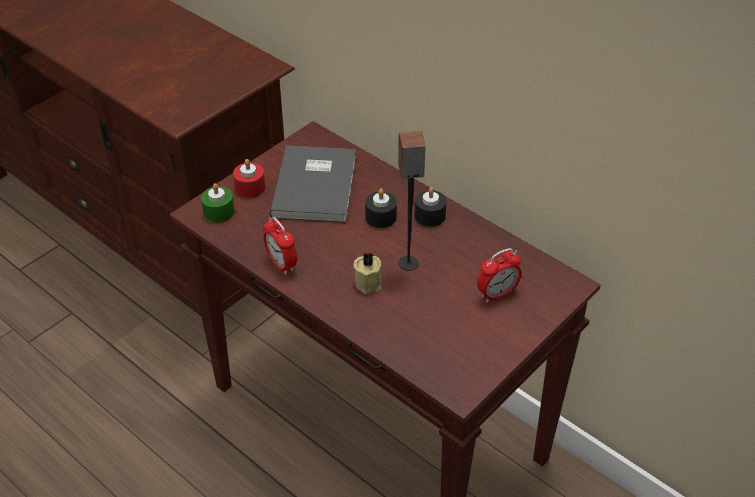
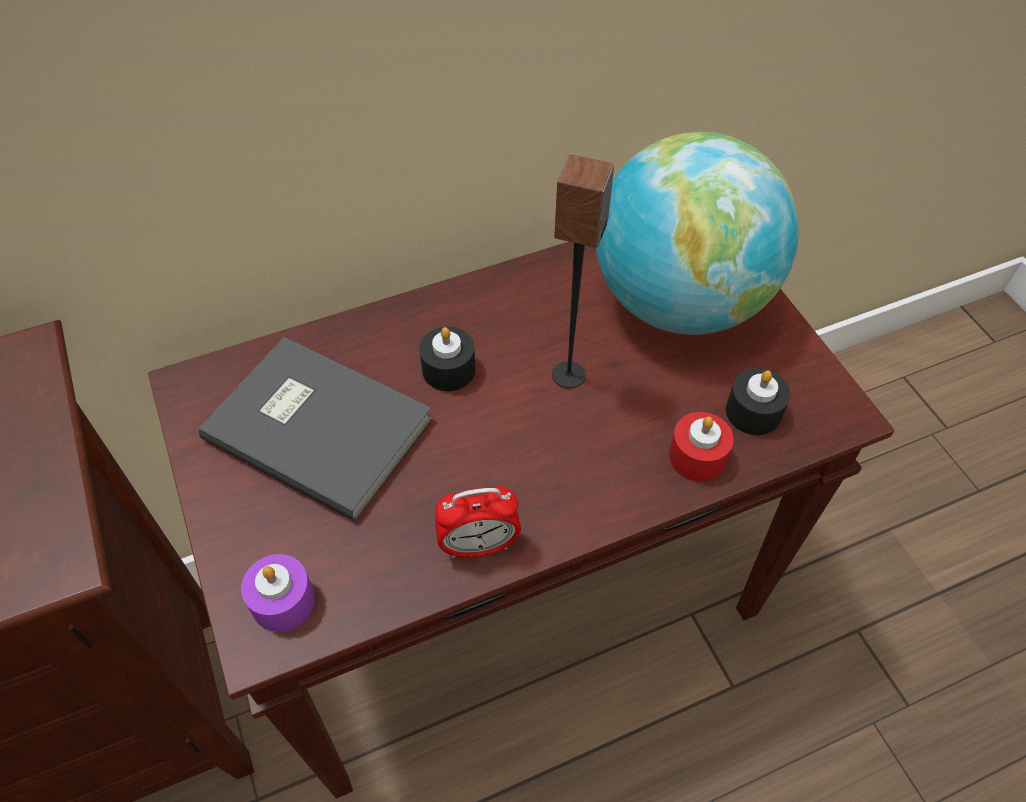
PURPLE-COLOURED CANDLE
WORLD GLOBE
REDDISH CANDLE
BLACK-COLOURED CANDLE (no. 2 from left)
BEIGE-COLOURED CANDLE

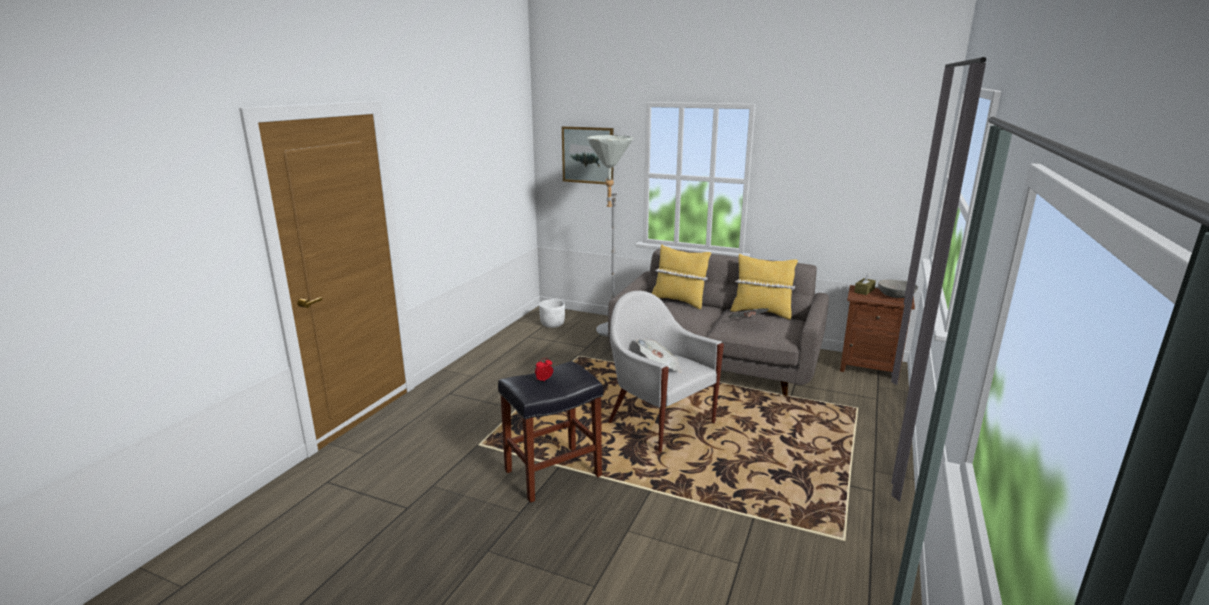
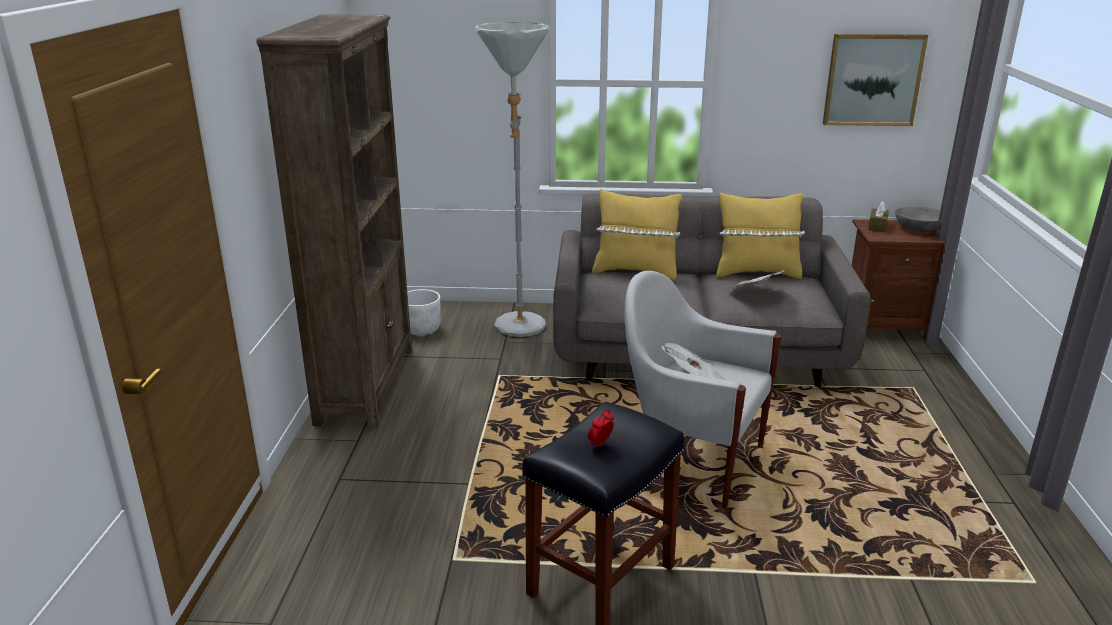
BROWN-COLOURED BOOKSHELF
WALL PICTURE

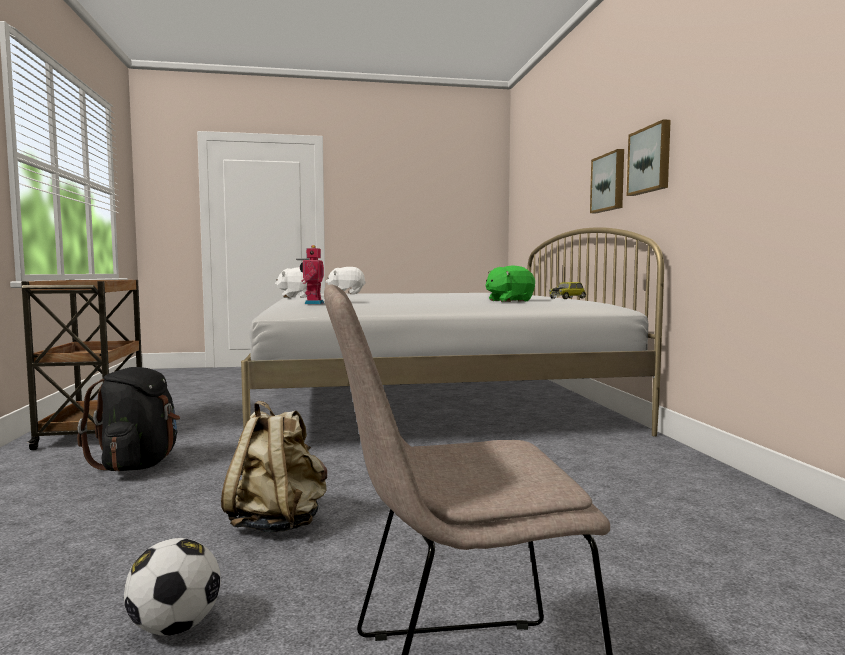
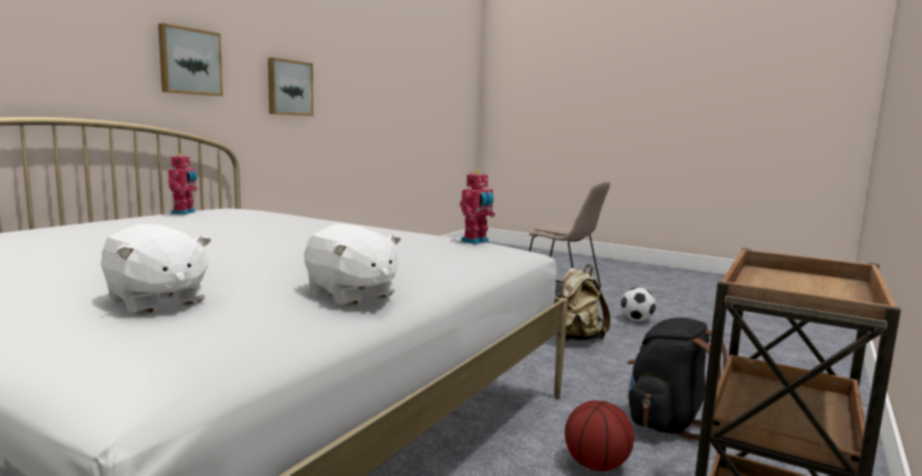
MODEL ROBOT (no. 1 from left)
WALL PICTURE (no. 2 from left)
BASKETBALL BALL
GREEN SOFT TOY

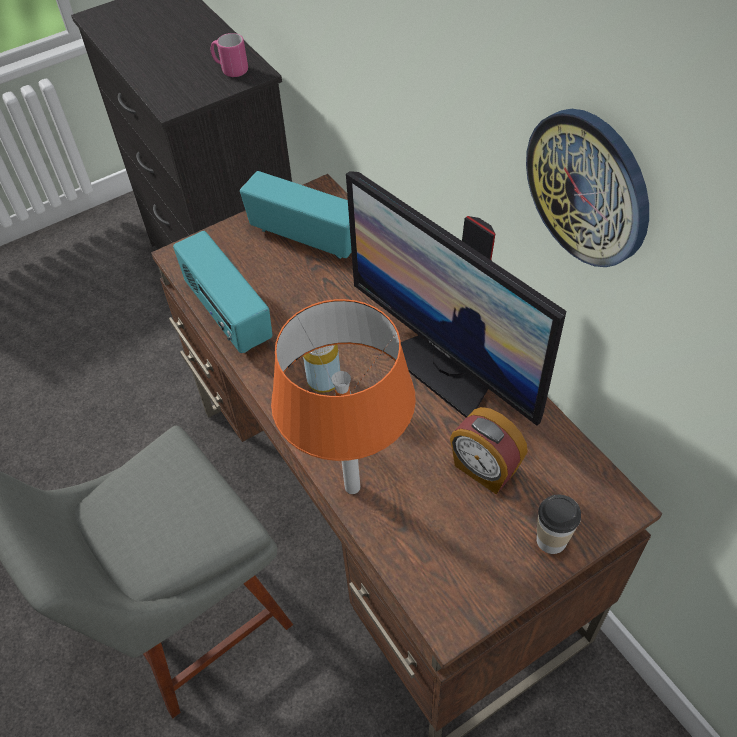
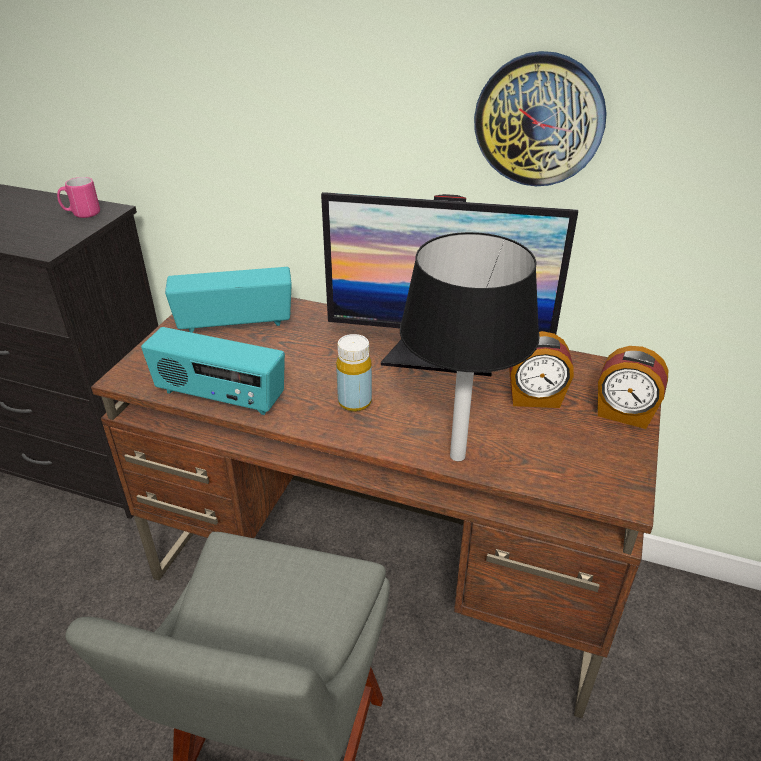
BLACK-COLOURED LAMP FOR A TABLE
TABLE CLOCK (no. 2 from left)

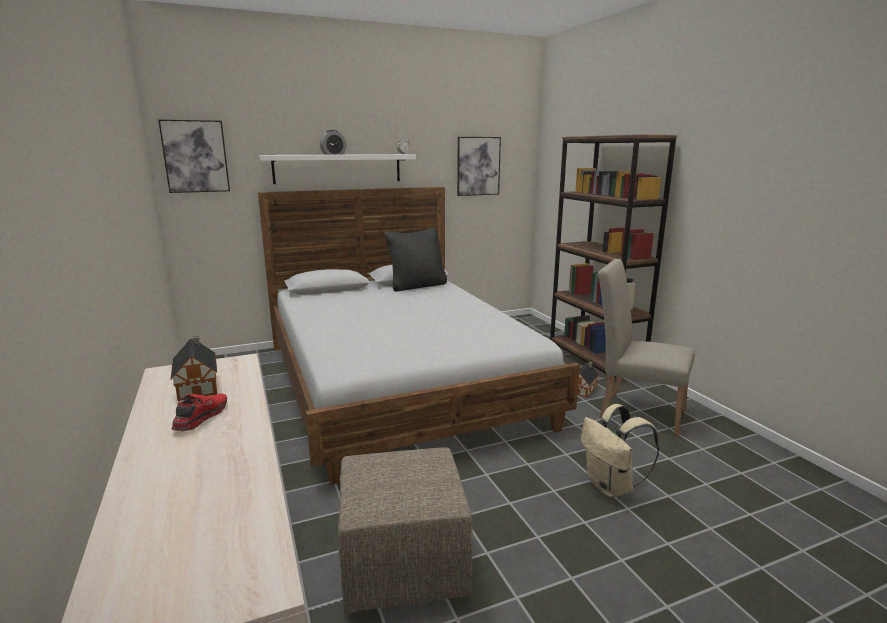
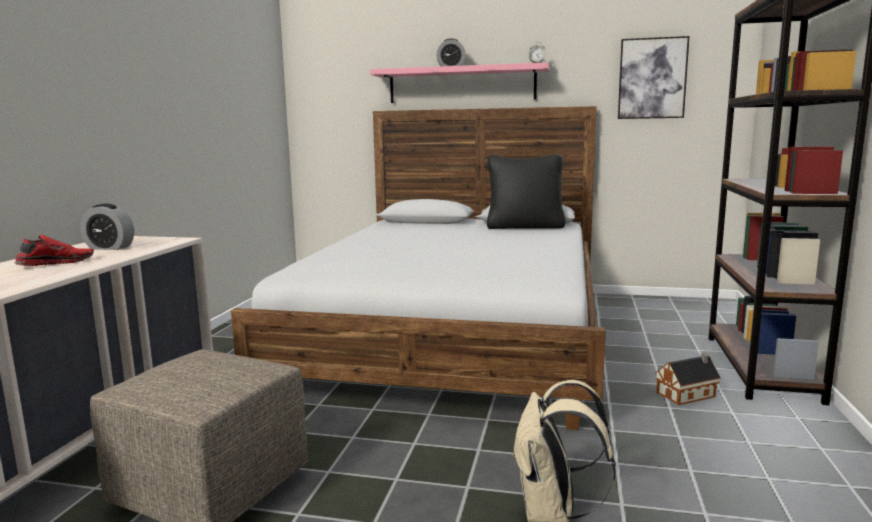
TABLE CLOCK (no. 1 from left)
PINK-COLOURED BRACKET SHELF
WALL PICTURE (no. 1 from left in the first image)
BEIGE-COLOURED UPRIGHT CHAIR

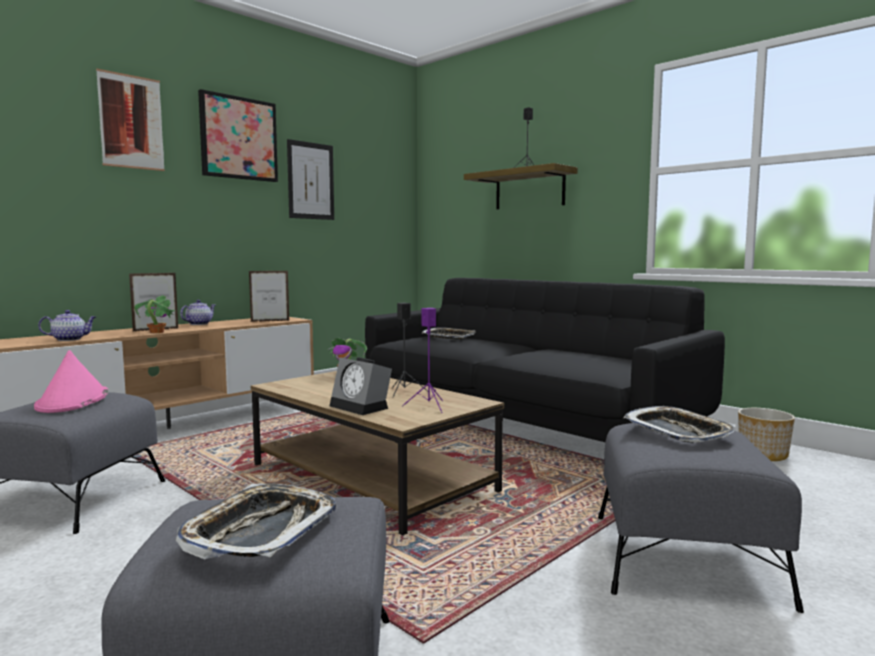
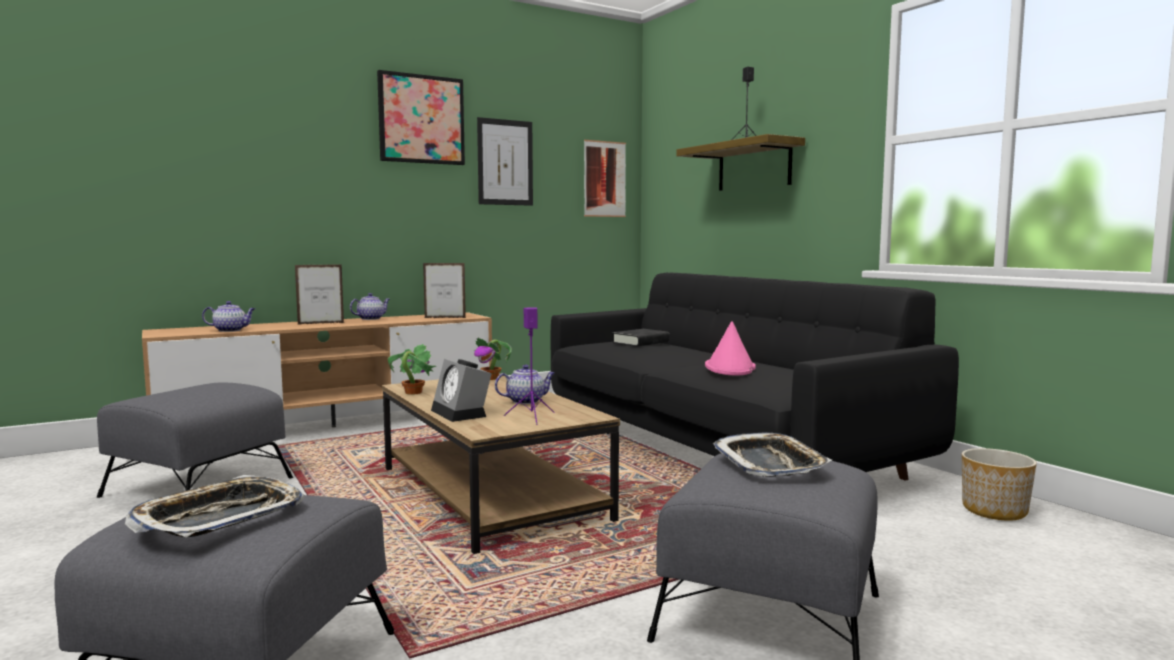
PLANT IN A POT (no. 1 from left)
POT FOR TEA (no. 3 from left)
WALL PICTURE (no. 3 from left)
BLACK-COLOURED BOOK
PINK-COLOURED HAT

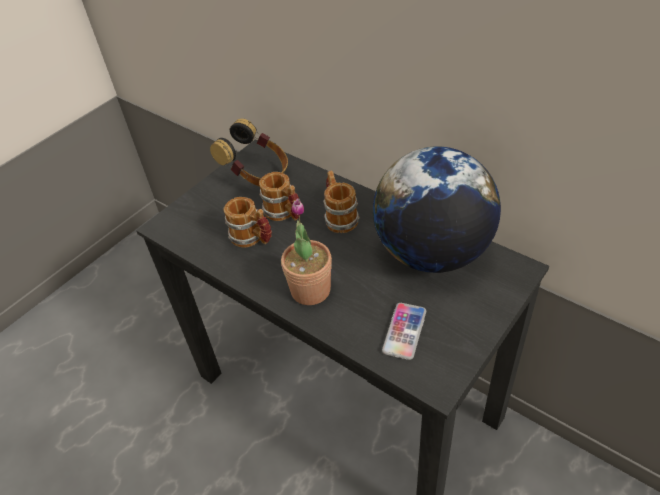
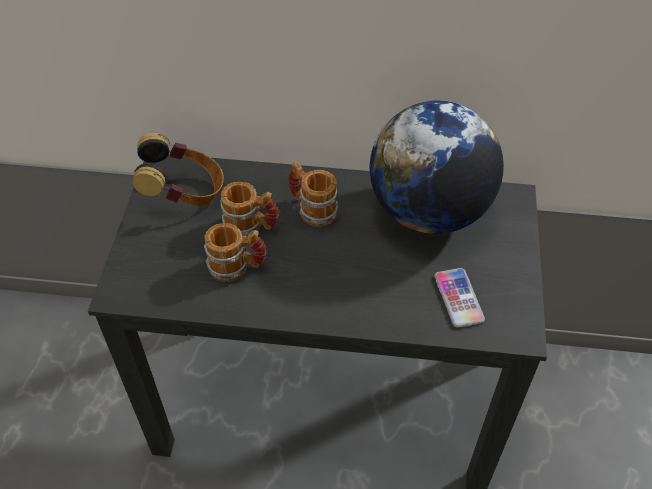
PLANT IN A POT

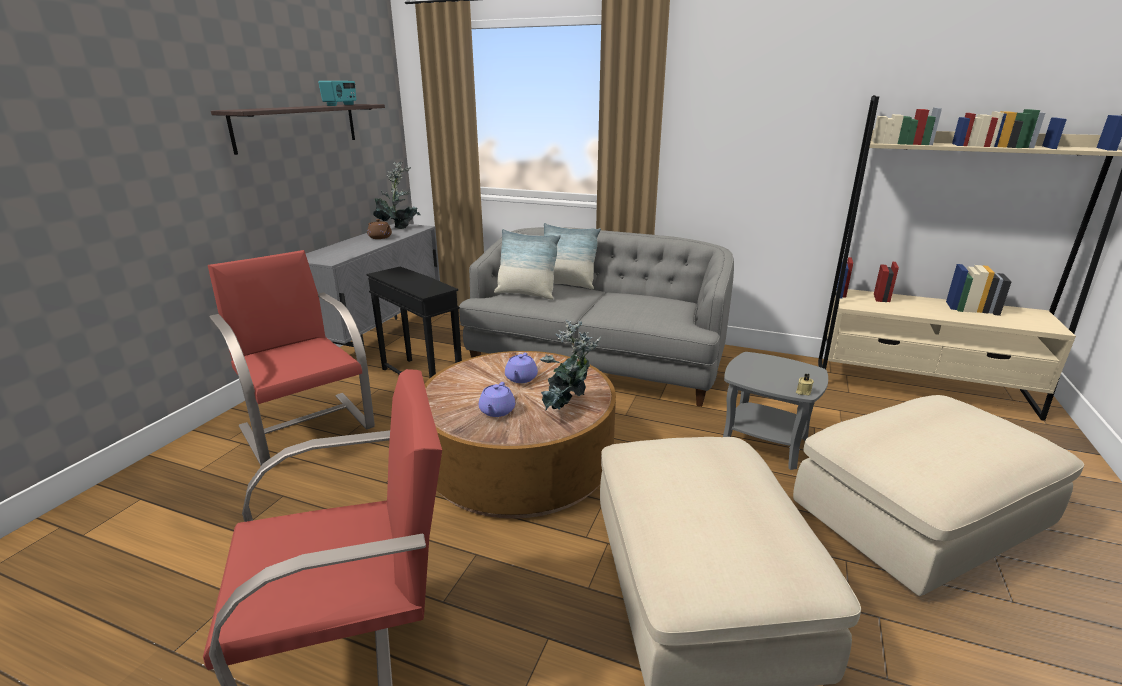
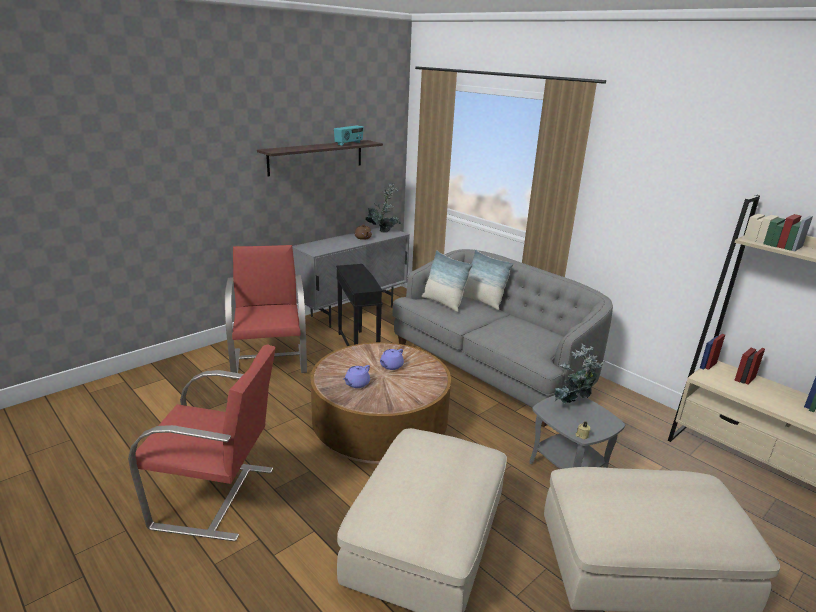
PLANT IN A POT (no. 2 from left)

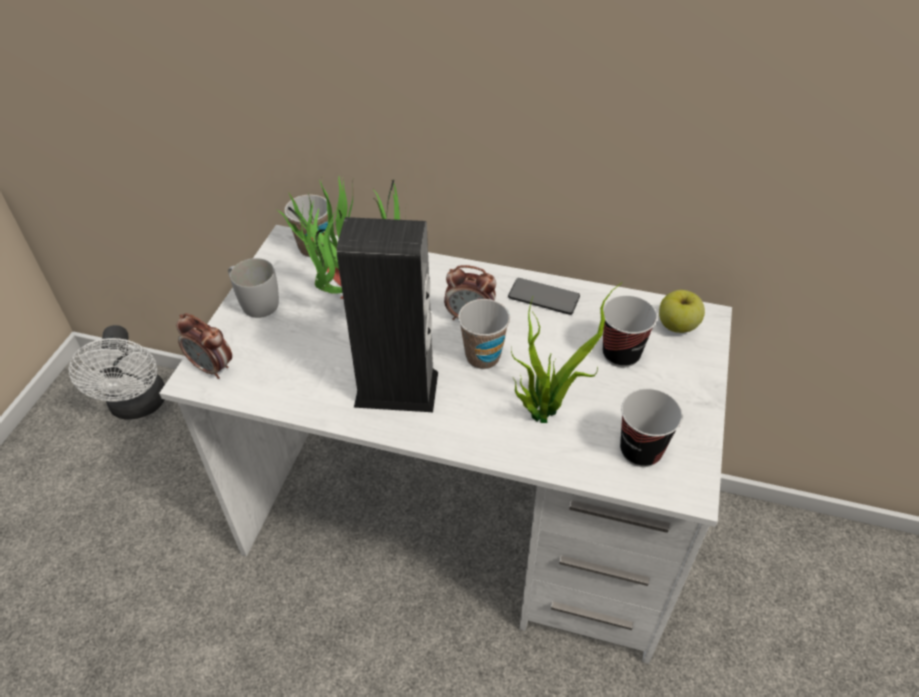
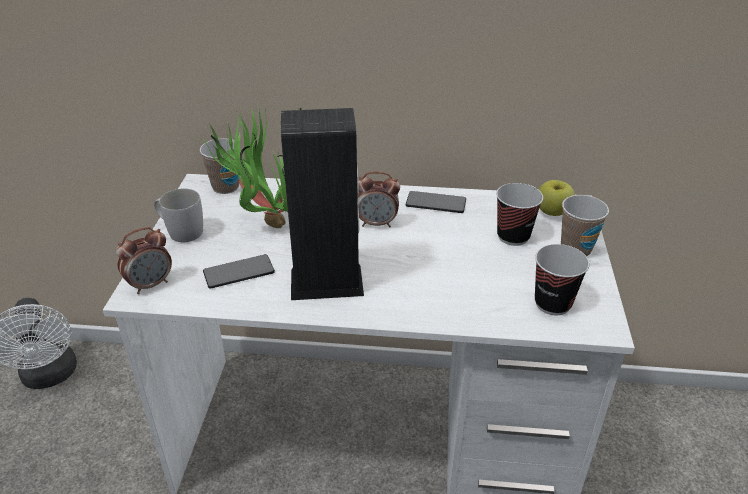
TABLE CLOCK (no. 1 from left)
HANDSET (no. 1 from left)
CUP (no. 4 from left)
PLANT IN A POT (no. 2 from left in the first image)

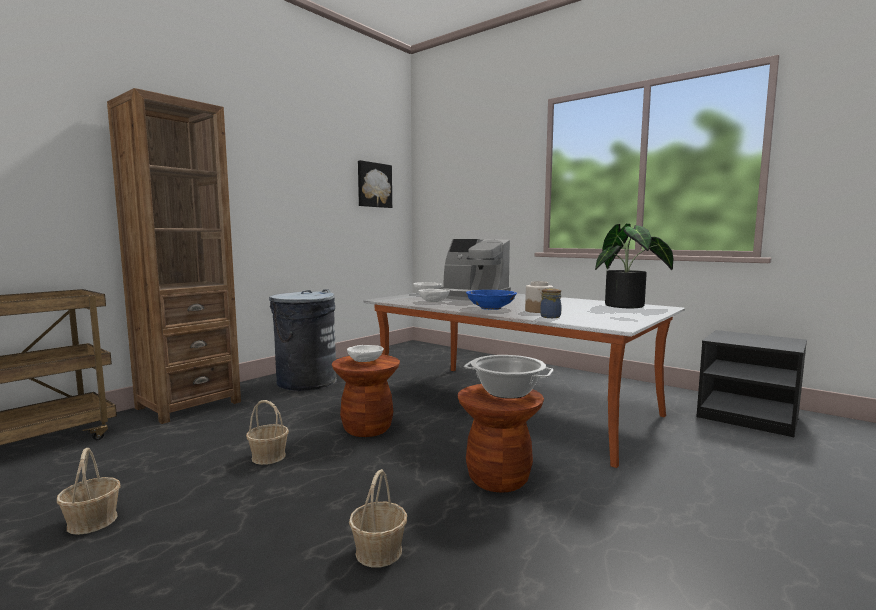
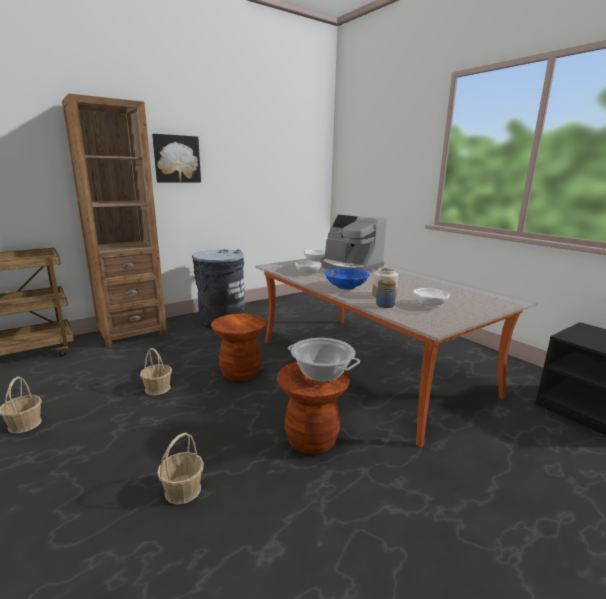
WALL PICTURE
WHITE-COLOURED BOWL (no. 3 from left)
PLANT IN A POT

